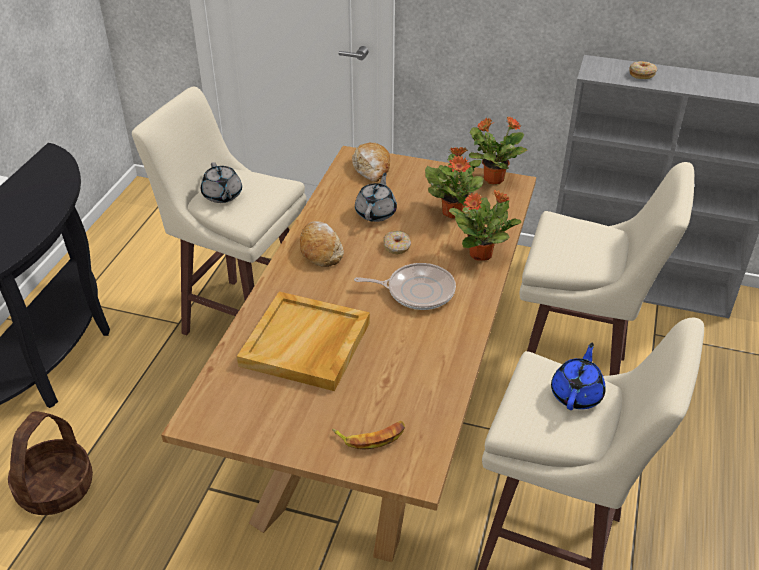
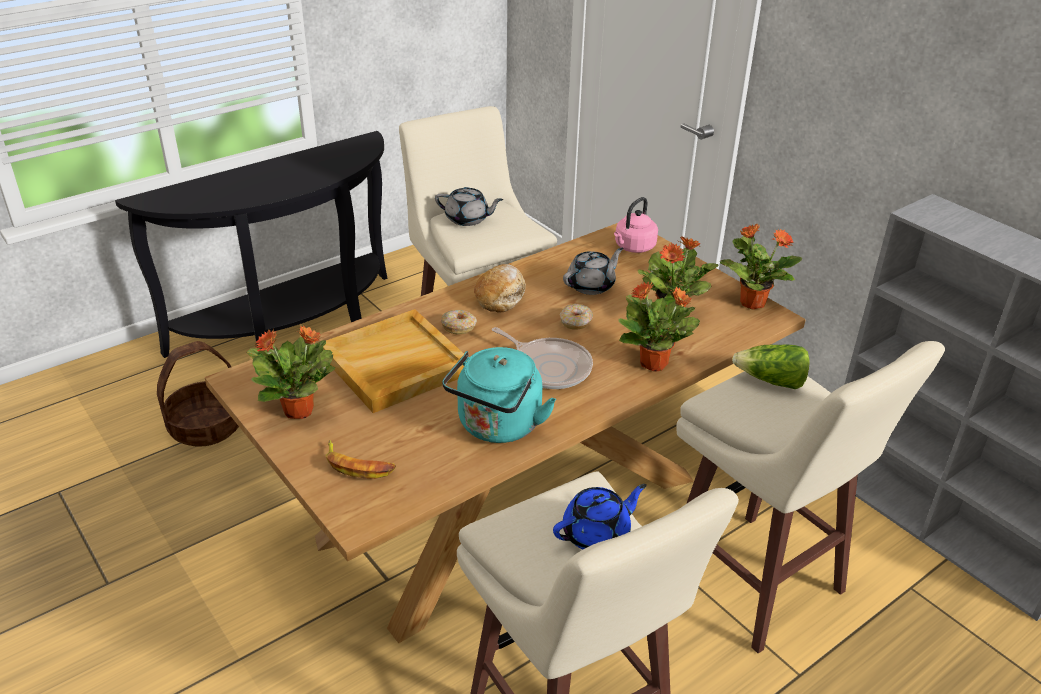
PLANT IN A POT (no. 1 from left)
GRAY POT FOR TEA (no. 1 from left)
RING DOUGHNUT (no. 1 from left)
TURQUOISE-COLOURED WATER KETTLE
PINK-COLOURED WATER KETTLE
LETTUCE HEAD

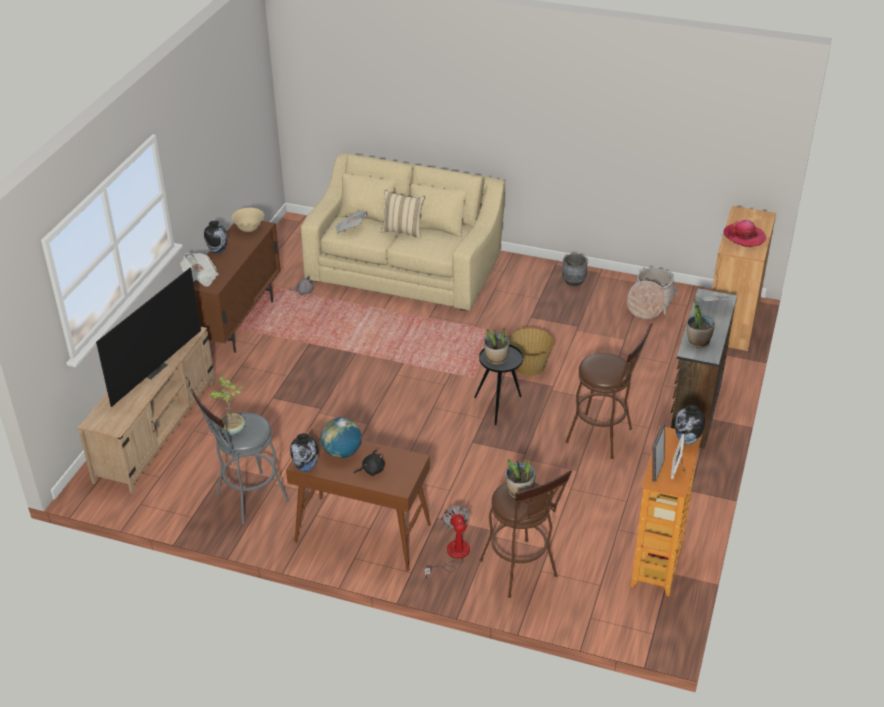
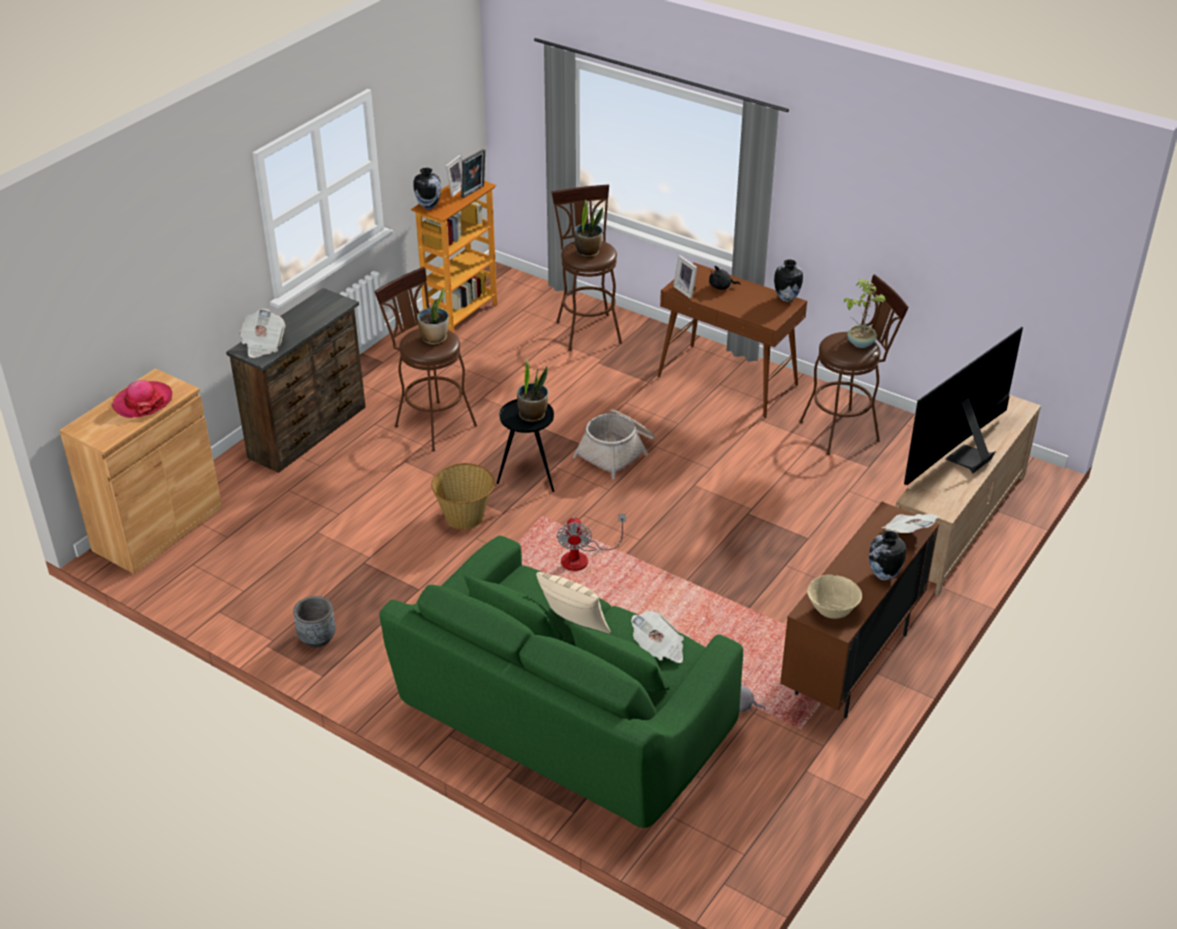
GREEN SOFA
PLANT IN A POT (no. 1 from left)
COOLING FAN
HOUSEHOLD BASKET (no. 2 from left)
PHOTO FRAME (no. 3 from left)
BROWN-COLOURED STOOL SEAT (no. 3 from left)
WORLD GLOBE

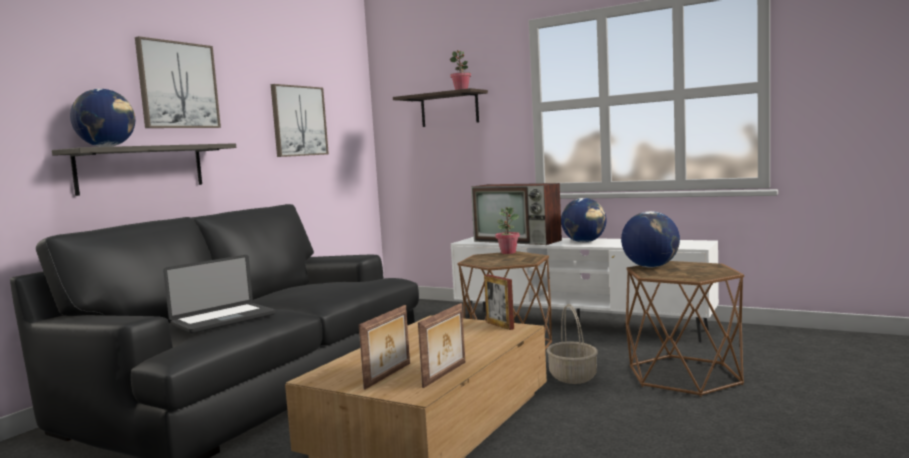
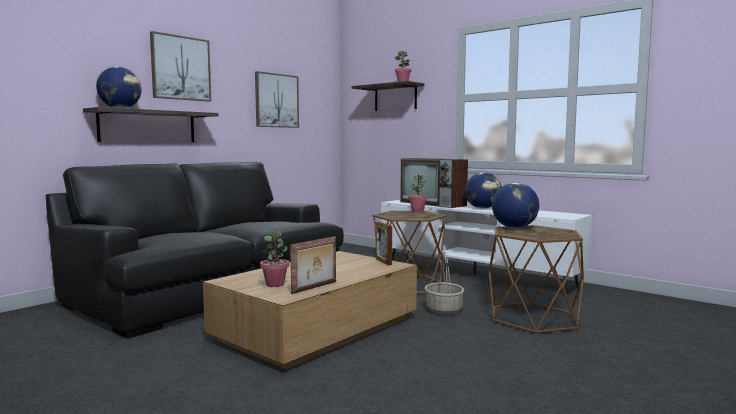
PLANT IN A POT (no. 1 from left)
LAPTOP

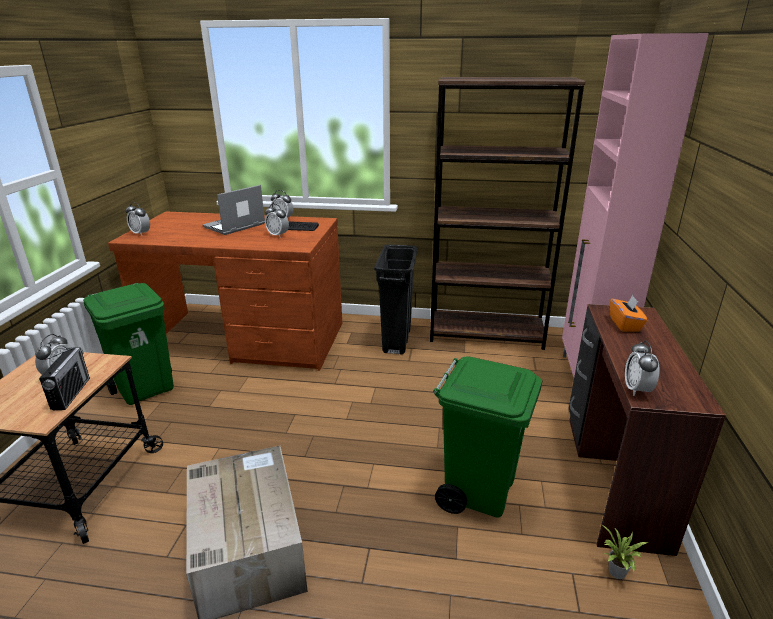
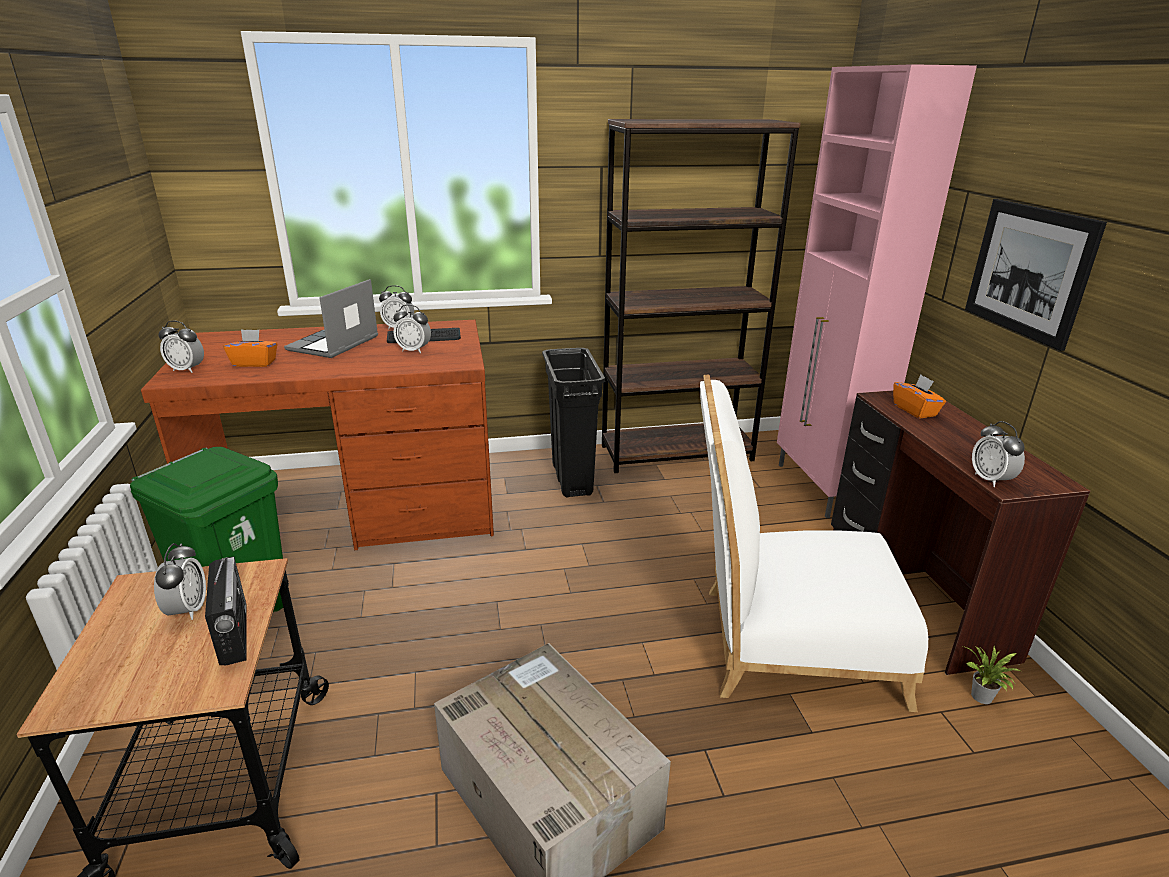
ORANGEY TISSUE BOX (no. 1 from left)
WHITE-COLOURED UPRIGHT CHAIR
WALL PICTURE

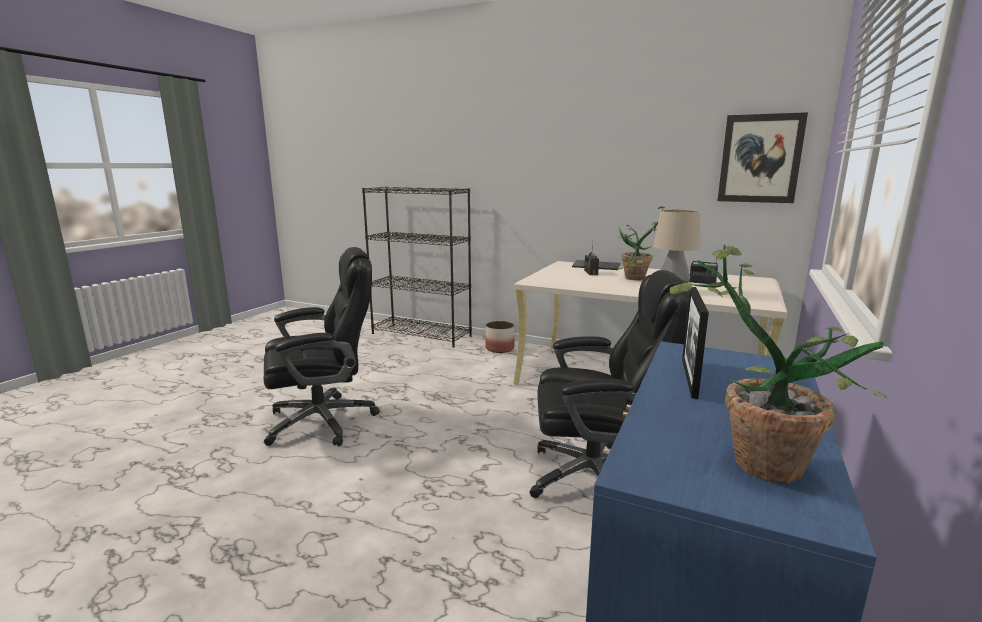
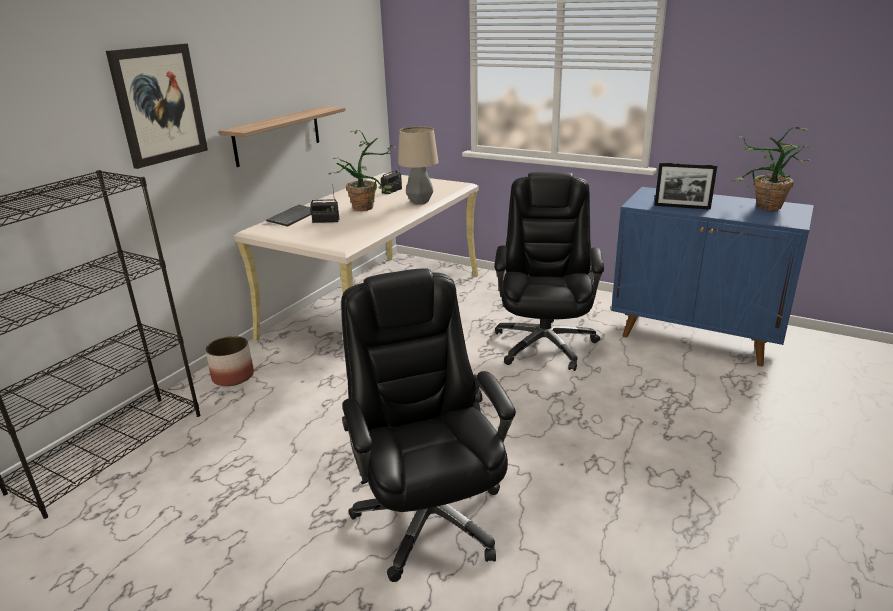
WALL PICTURE
BRACKET SHELF

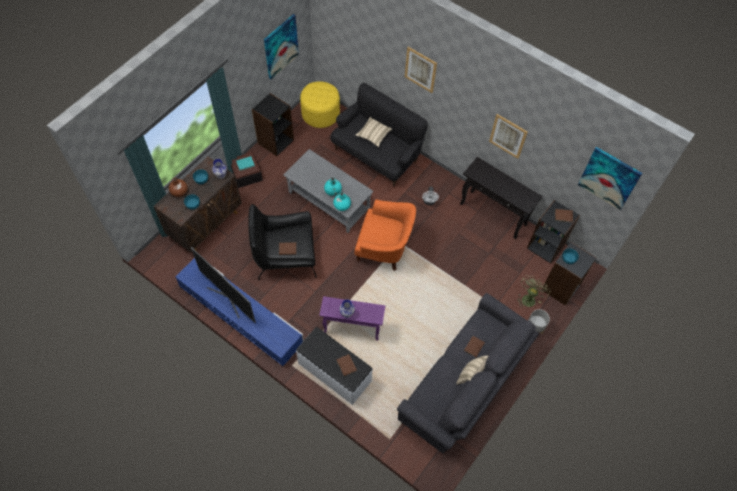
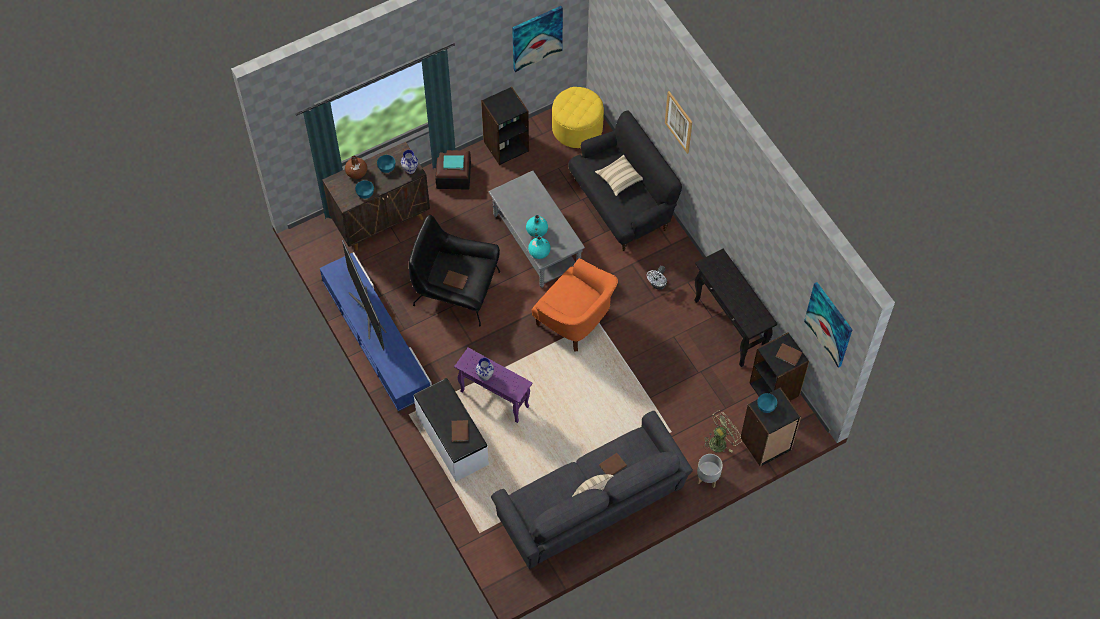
WALL PICTURE (no. 3 from left in the first image)

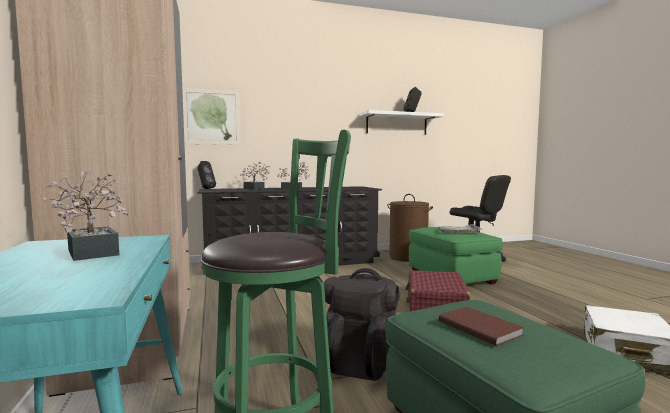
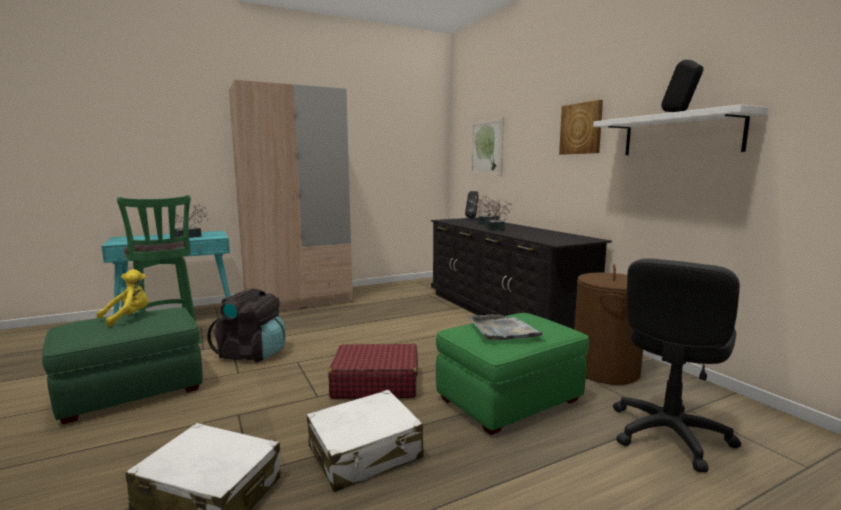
YELLOWISH SOFT TOY
WHITE-COLOURED PIECE OF LUGGAGE (no. 2 from left)
WALL PICTURE (no. 2 from left)

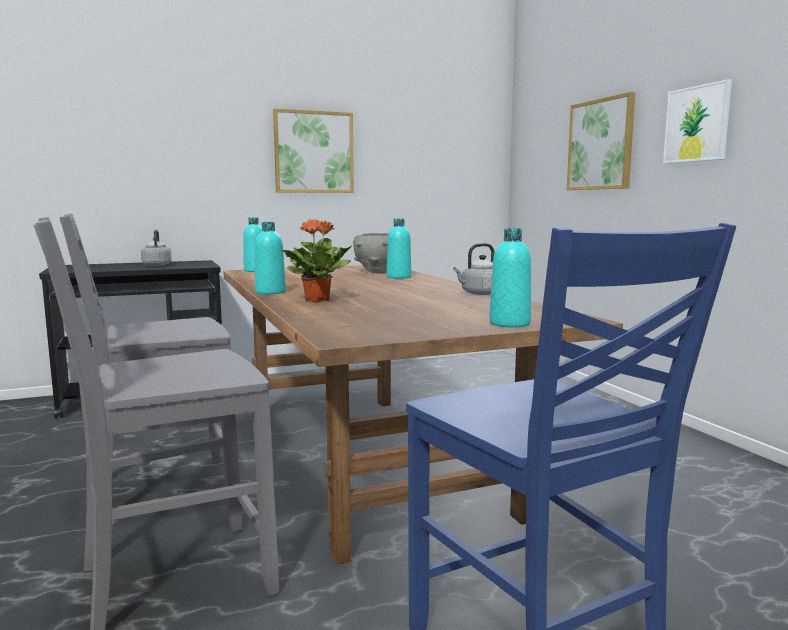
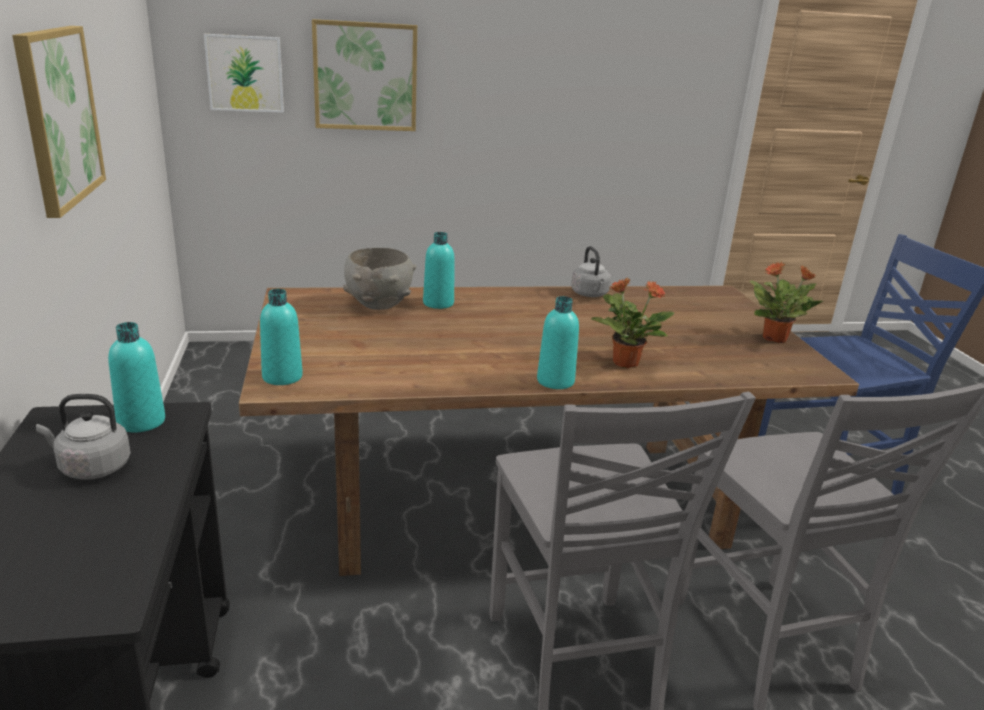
TURQUOISE-COLOURED BOTTLE (no. 1 from left)
WALL PICTURE (no. 2 from left)
PLANT IN A POT (no. 2 from left)

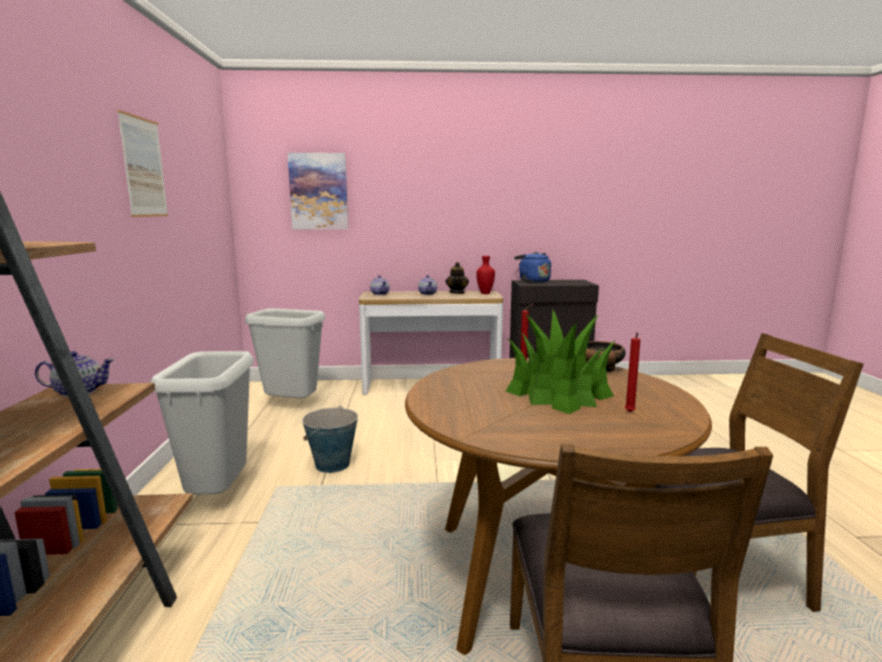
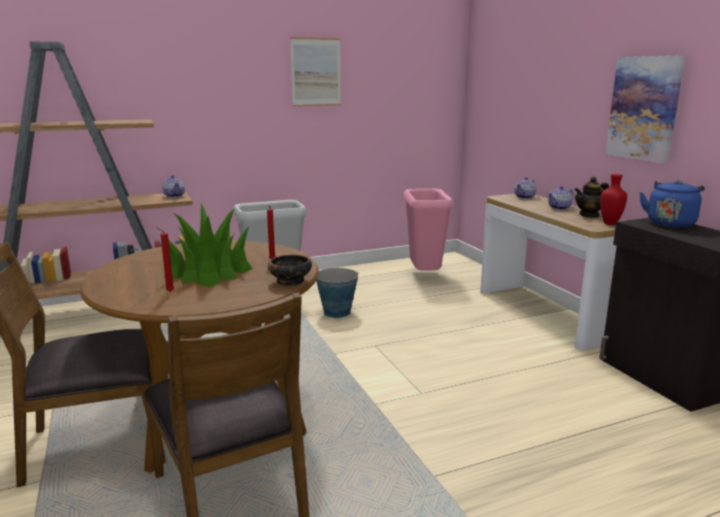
PINK-COLOURED RUBBISH BIN
WALL PICTURE (no. 2 from left)

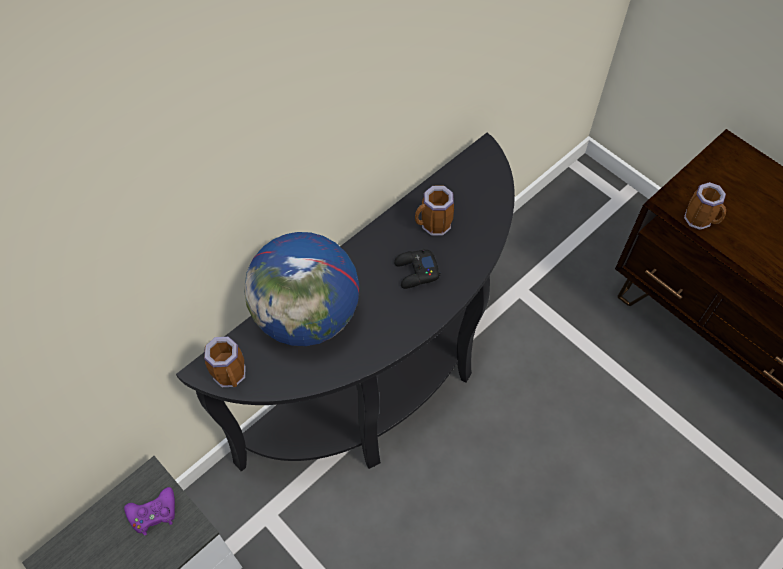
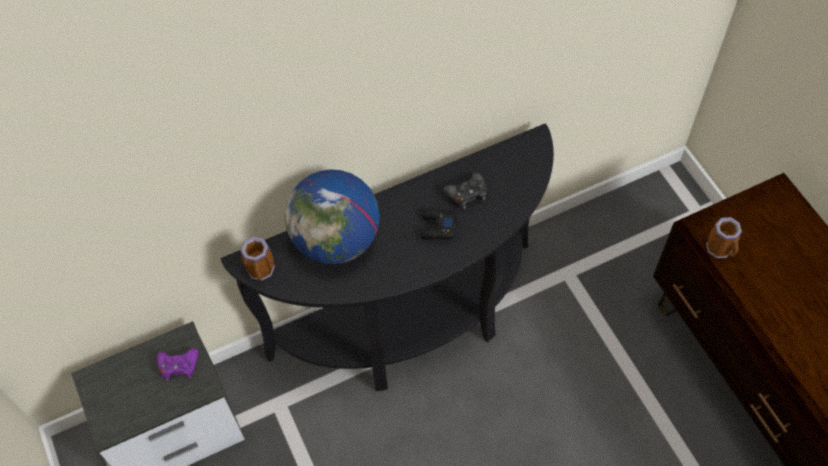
BLACK-COLOURED GAME CONTROLLER (no. 2 from left)

